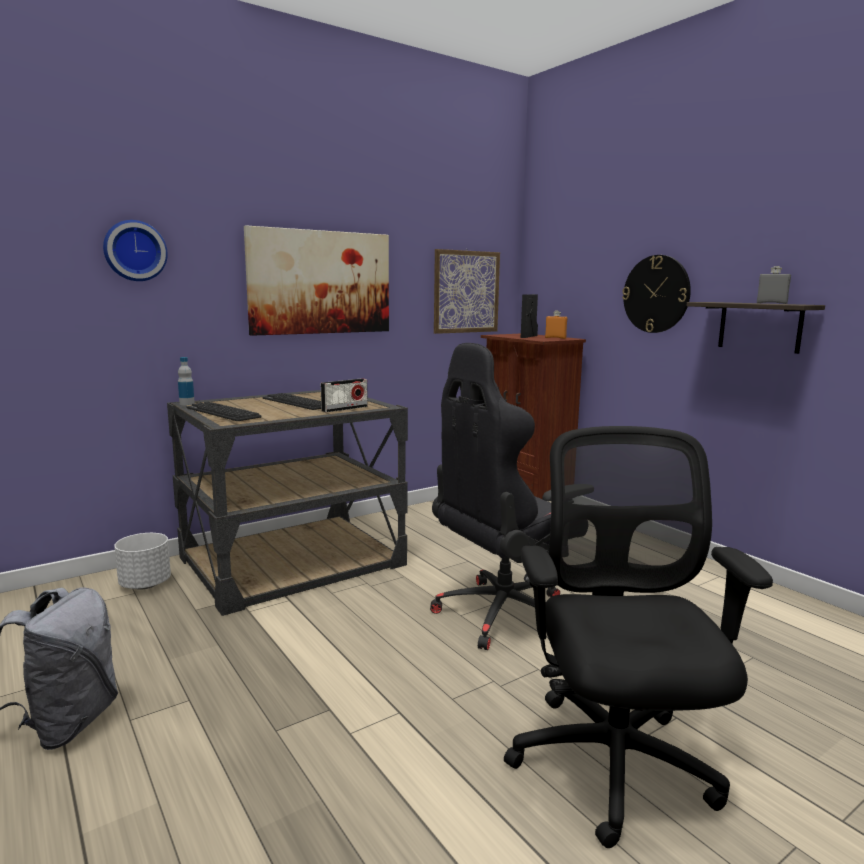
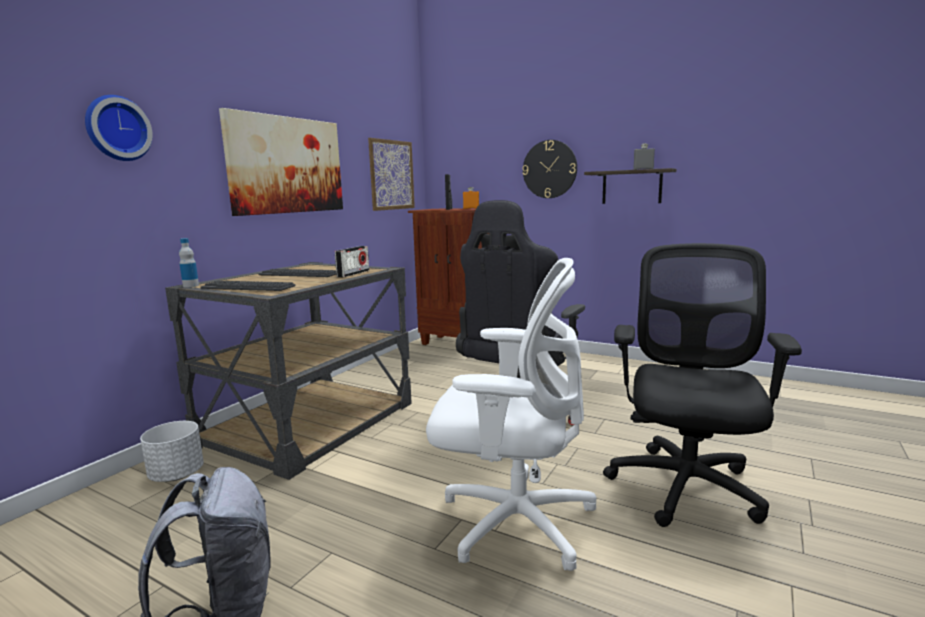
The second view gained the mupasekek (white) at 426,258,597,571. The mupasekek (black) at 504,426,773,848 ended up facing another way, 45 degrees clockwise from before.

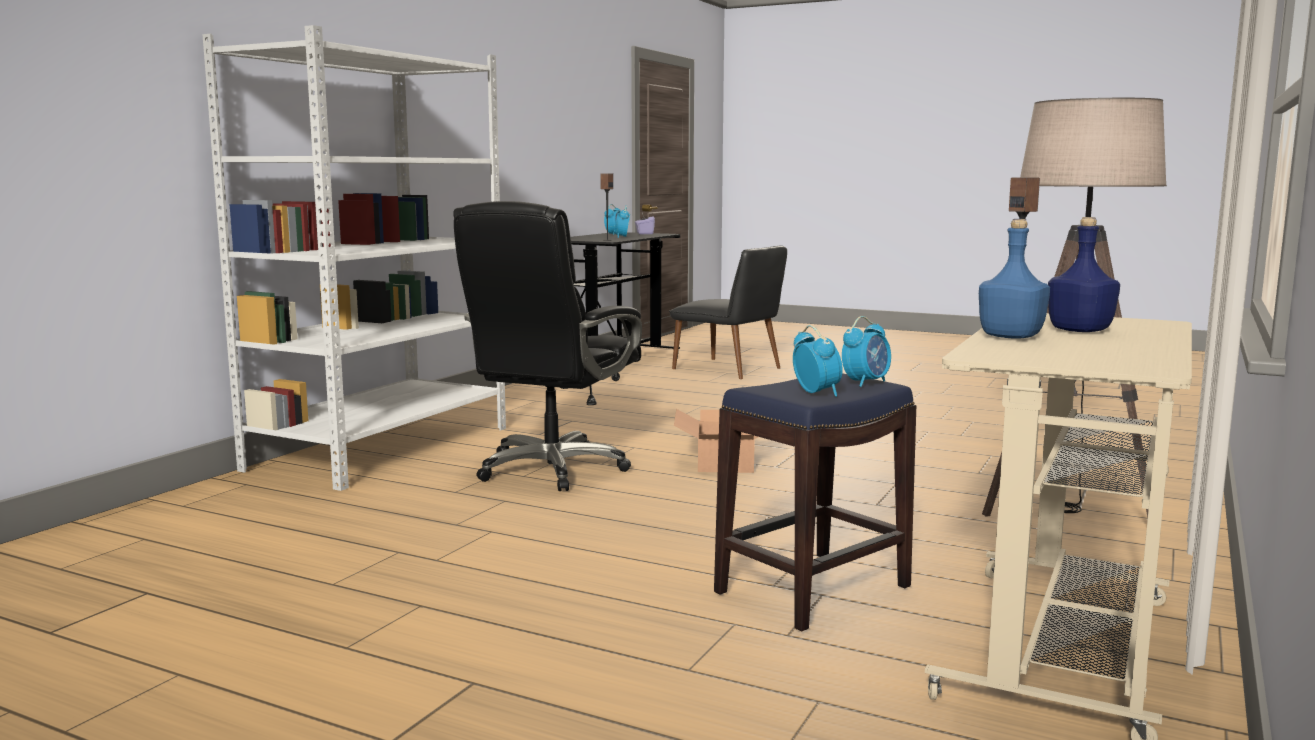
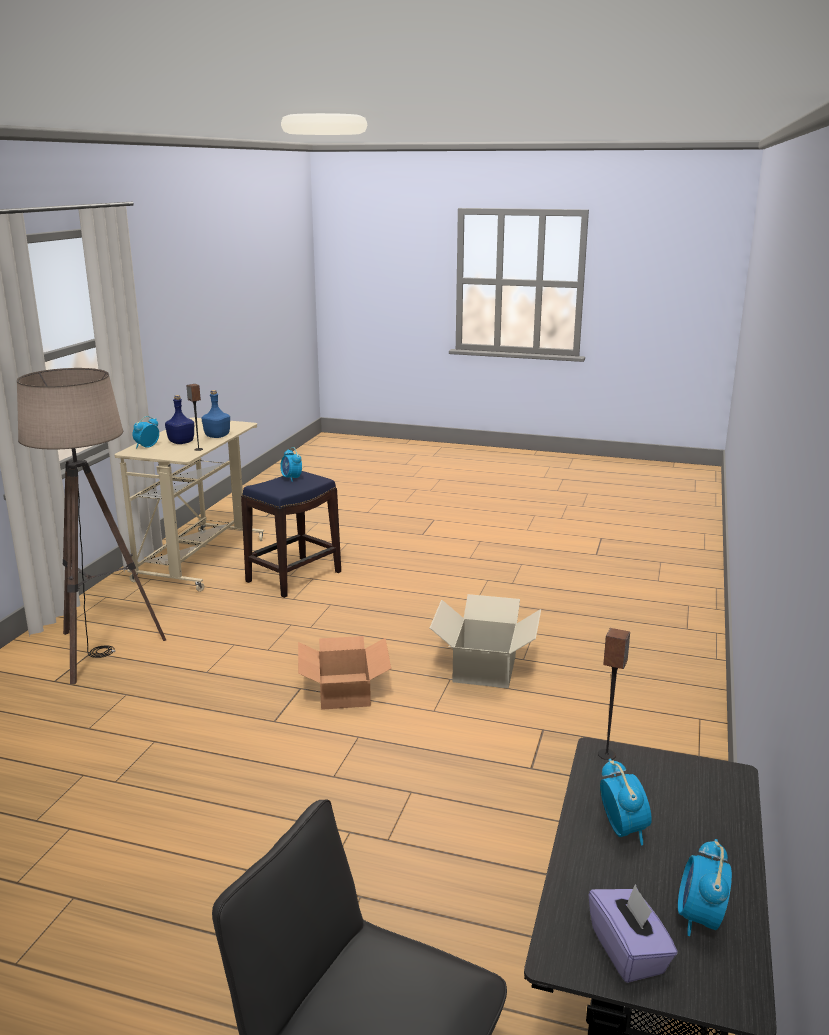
The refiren ended up elsewhere, having gone from 842,316,891,387 to 132,416,159,449. Where the mupasekek (black) stood at 453,201,642,491, the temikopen came to stand at 430,594,541,688. The second view lost the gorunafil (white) at 202,25,506,491.

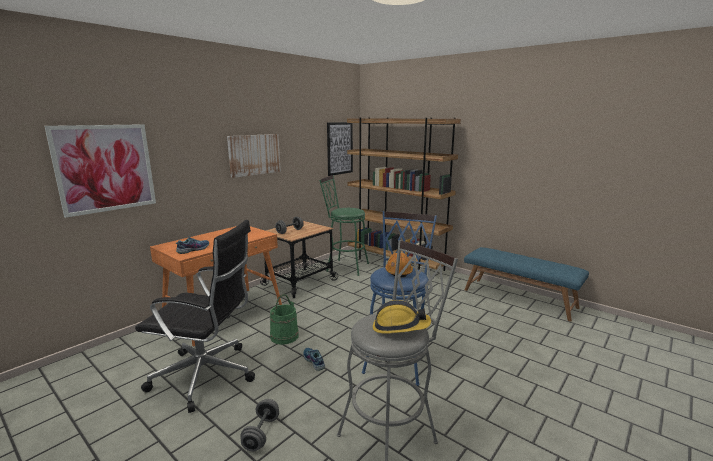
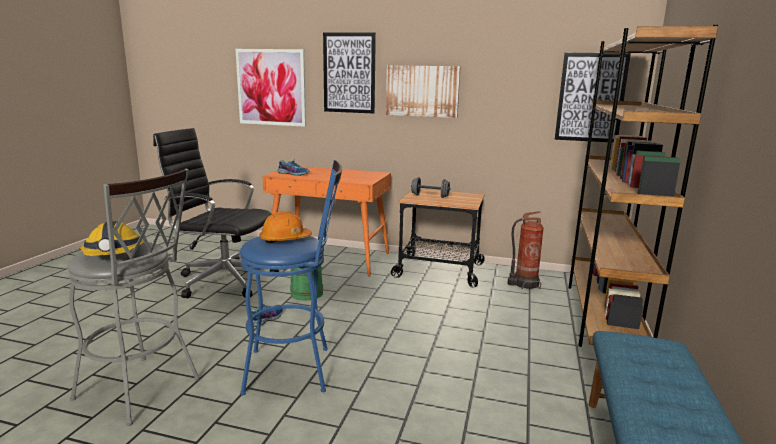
The mupasekek (black) at 135,220,255,413 ended up facing another way, 120 degrees clockwise from before. The second view gained the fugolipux at 323,33,376,114. Where the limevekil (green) stood at 319,175,369,276, the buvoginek came to stand at 507,211,544,289. The second view lost the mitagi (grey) at 240,399,279,452.

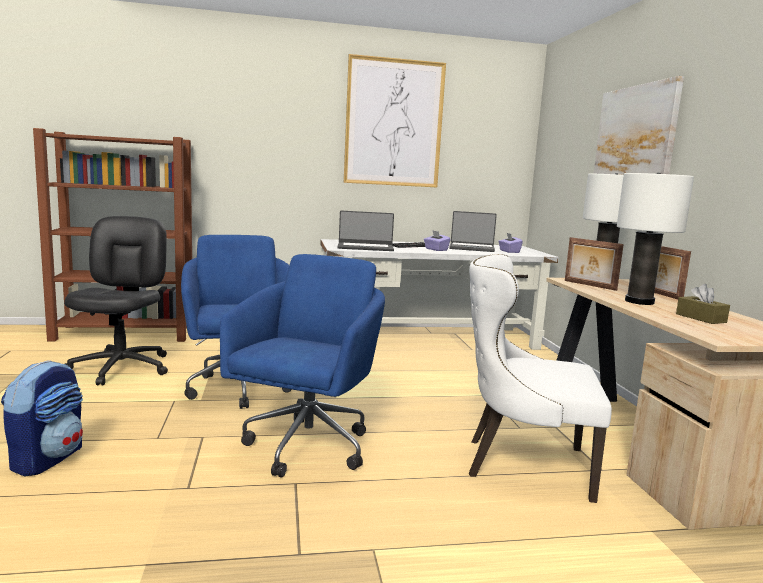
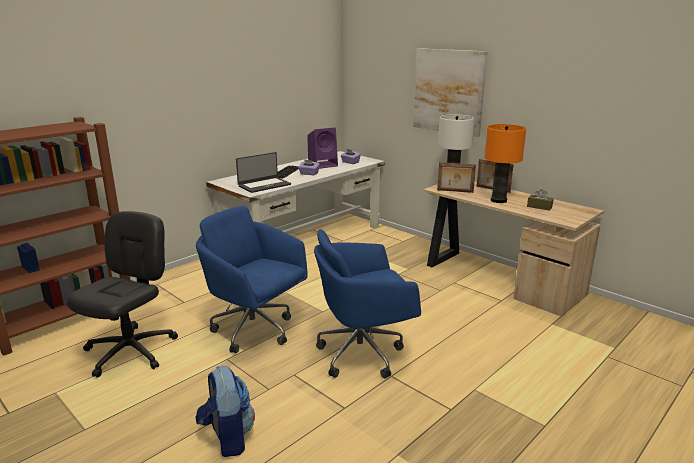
The mupasekek (black) at 64,216,168,386 ended up facing another way, 60 degrees clockwise from before. Where the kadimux stood at 449,211,497,252, the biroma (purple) came to stand at 307,128,338,169. The mupasekek (blue) at 220,254,385,477 ended up facing another way, 90 degrees counterclockwise from before. What was the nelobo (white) at 617,173,694,305 turned into the nelobo (orange) at 484,124,526,203. The second view lost the fugolipux at 344,54,446,187. The second view lost the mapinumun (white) at 469,254,612,503.

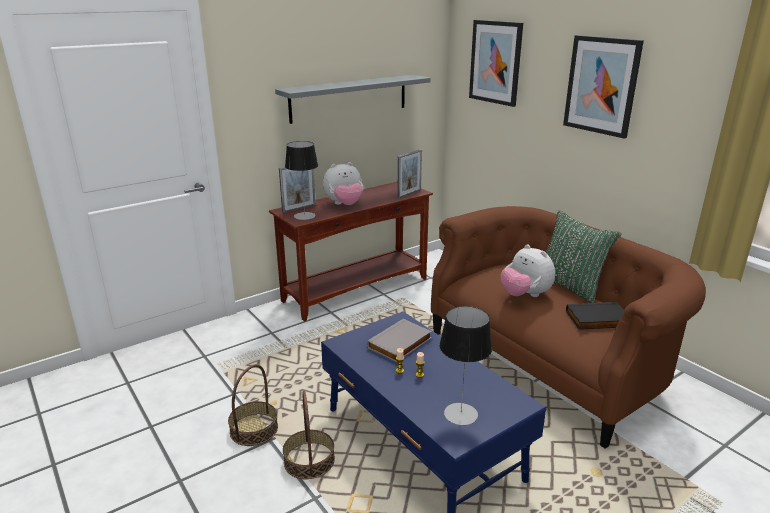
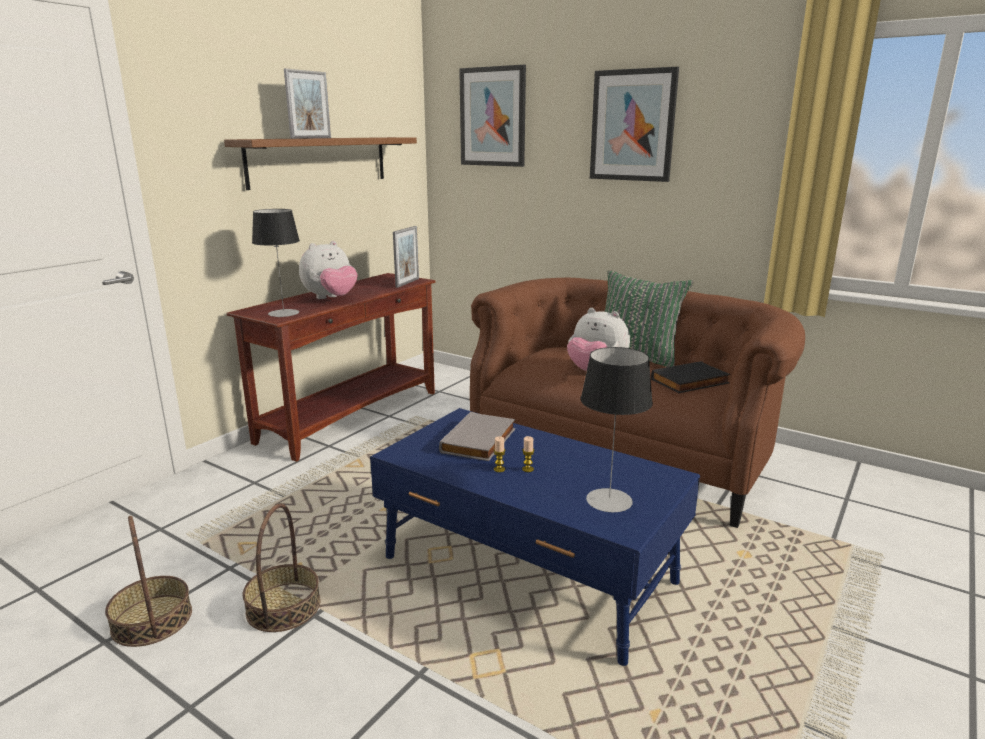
The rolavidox ended up elsewhere, having gone from 283,391,335,480 to 105,516,192,647. What was the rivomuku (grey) at 275,75,431,124 turned into the rivomuku (brown) at 224,137,417,190. The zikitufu ended up elsewhere, having gone from 279,167,316,213 to 284,69,331,139.

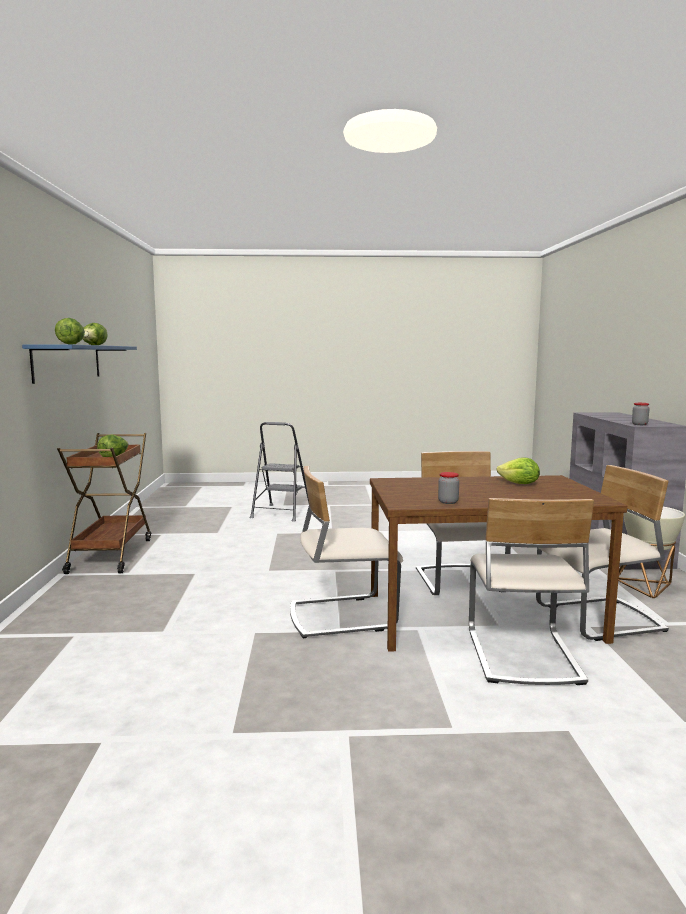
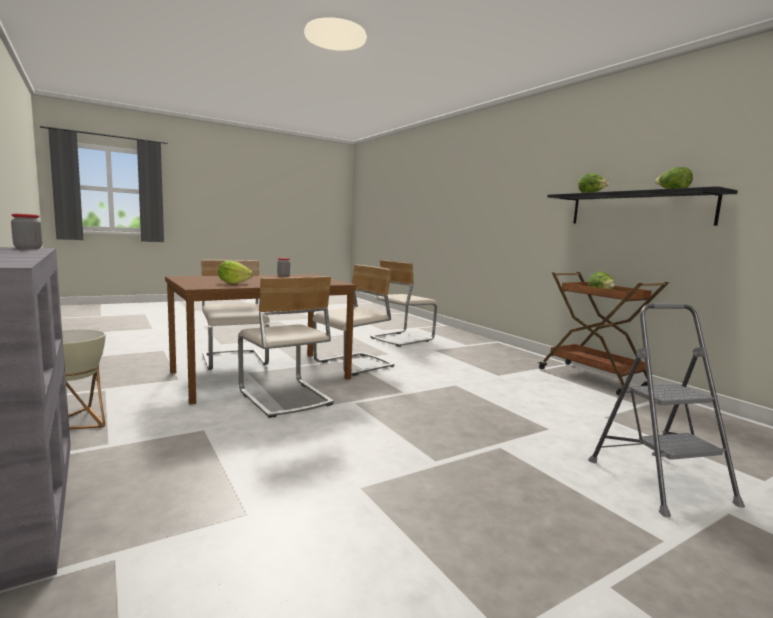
The mapinumun (beige) ended up elsewhere, having gone from 536,465,669,641 to 370,260,438,347. What was the rivomuku (blue) at 22,344,137,384 turned into the rivomuku (black) at 547,186,738,226.

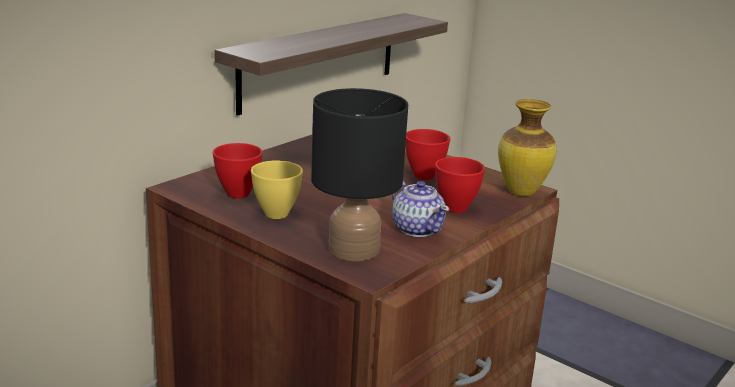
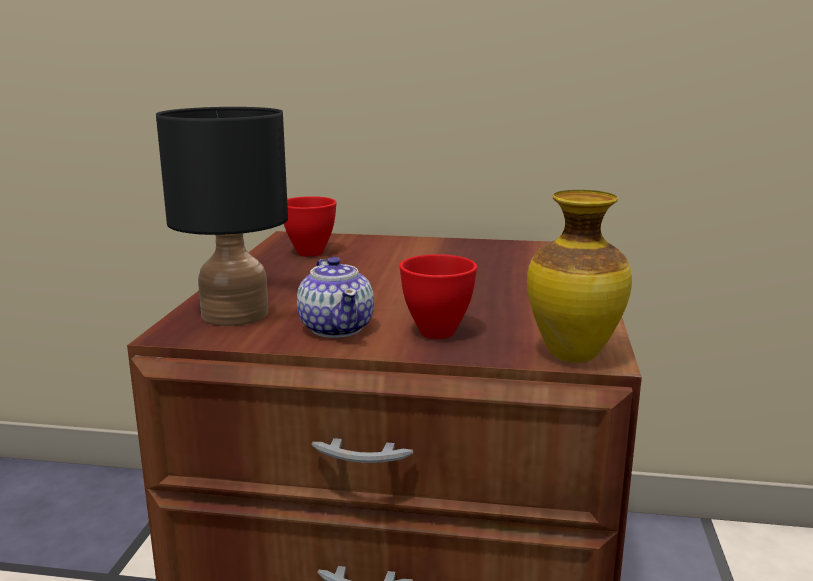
The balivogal at 392,181,450,237 ended up facing another way, 45 degrees counterclockwise from before. The second view lost the rivomuku at 214,13,448,116. The second view lost the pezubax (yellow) at 251,160,303,219. The second view lost the pezubax (red) at 405,129,450,180.

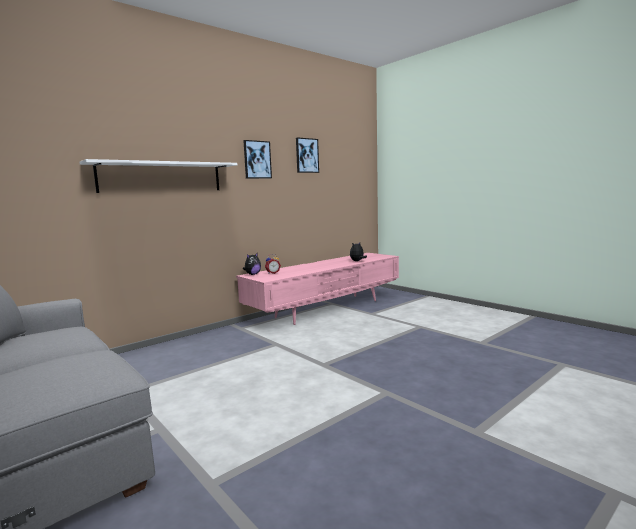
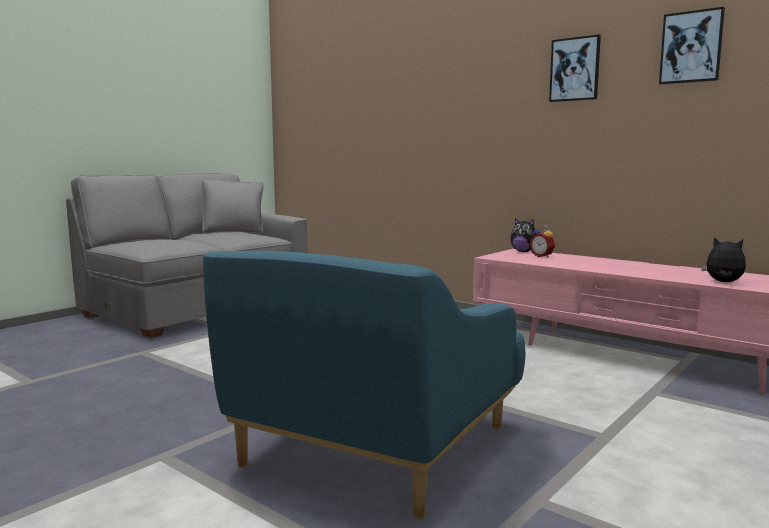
The second view gained the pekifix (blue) at 203,251,525,519. The second view lost the rivomuku (white) at 80,159,237,193.

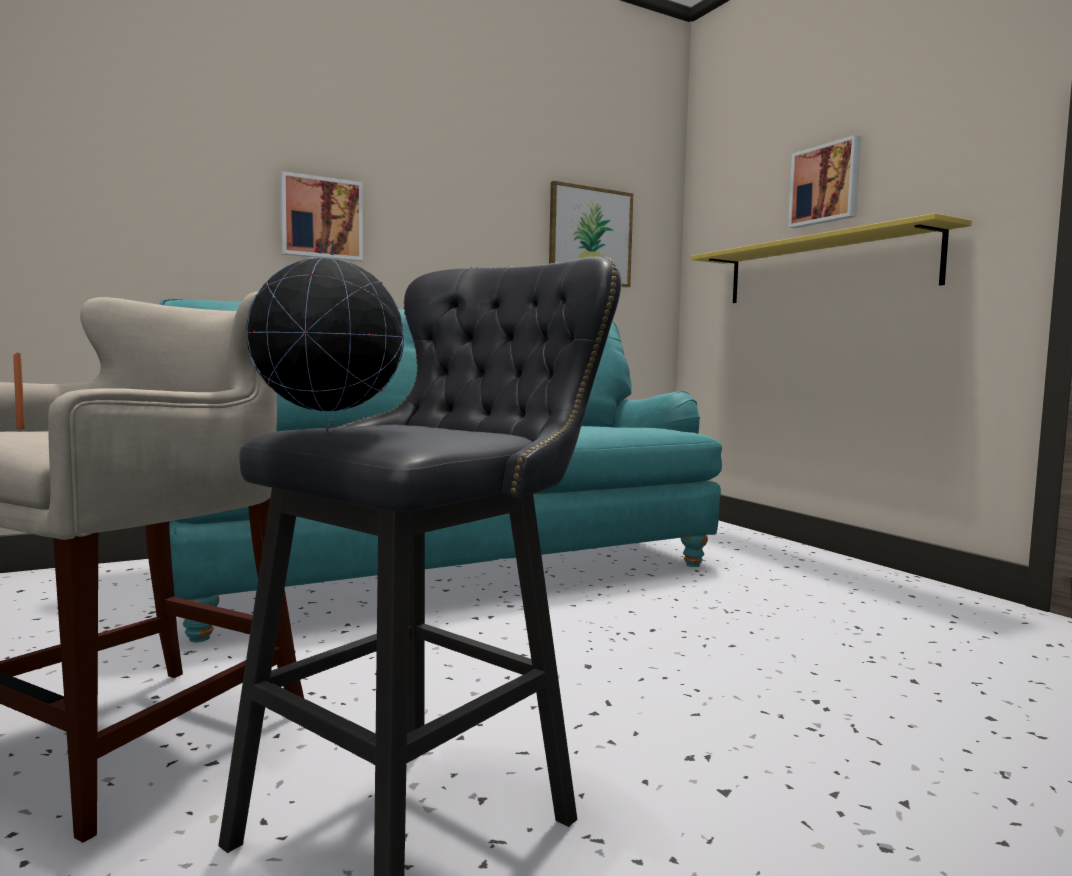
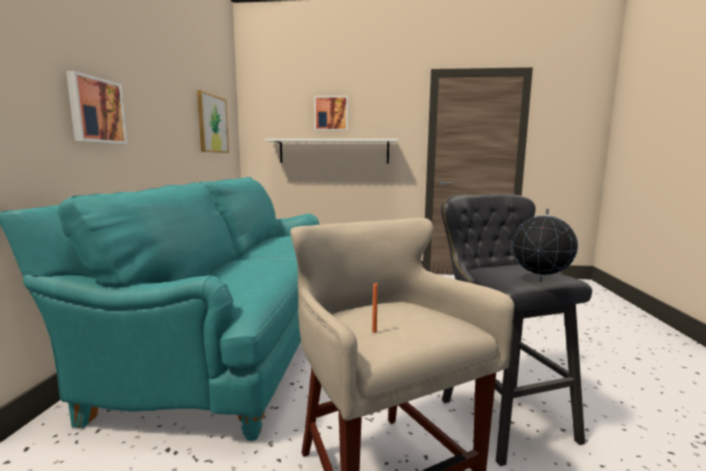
What was the rivomuku (yellow) at 691,213,972,303 turned into the rivomuku (white) at 265,139,398,163.

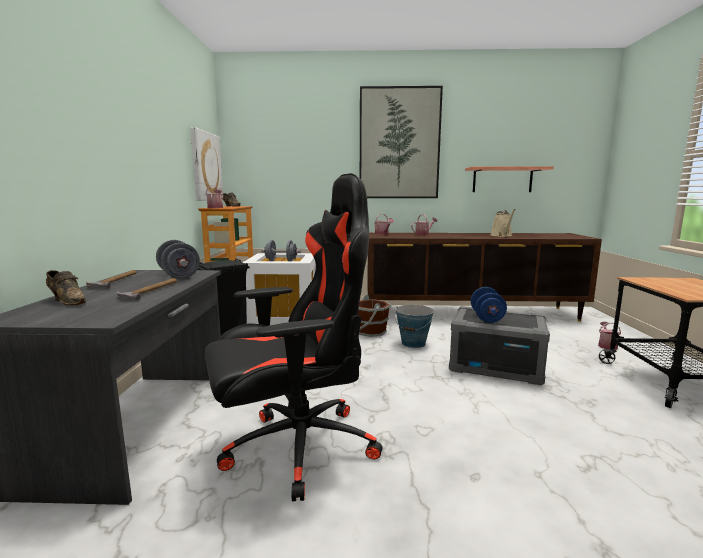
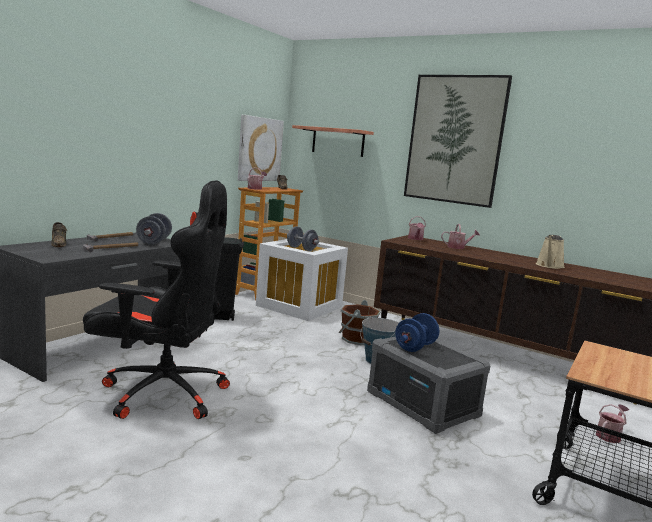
The rivomuku ended up elsewhere, having gone from 465,166,554,192 to 292,125,374,157.

